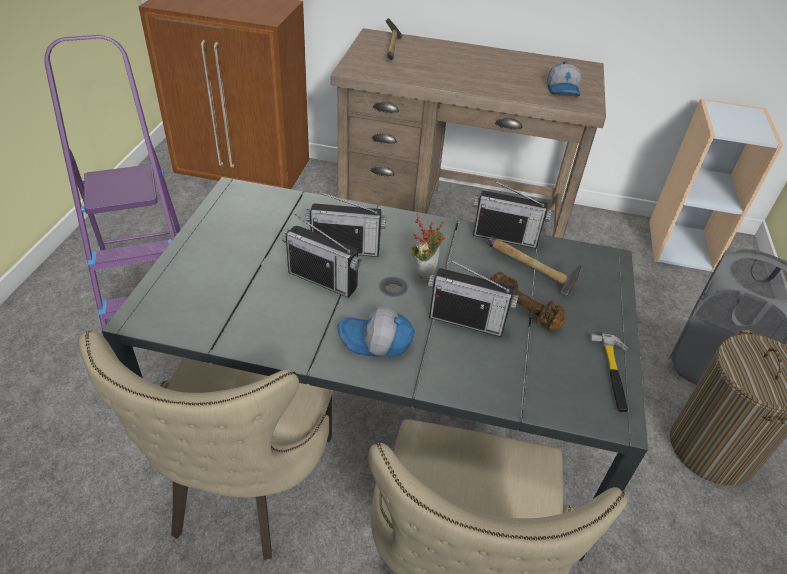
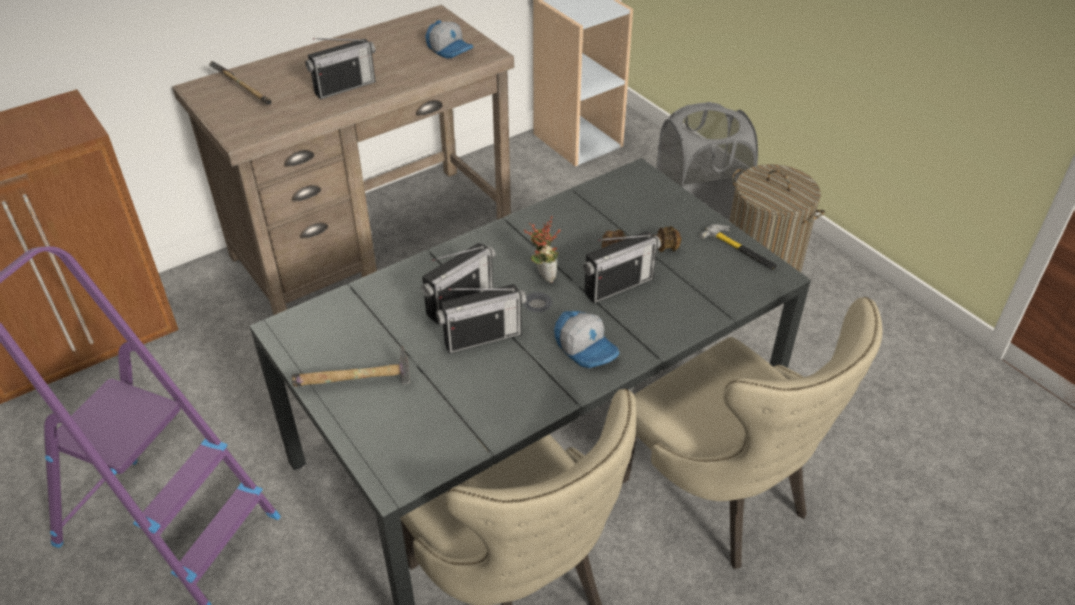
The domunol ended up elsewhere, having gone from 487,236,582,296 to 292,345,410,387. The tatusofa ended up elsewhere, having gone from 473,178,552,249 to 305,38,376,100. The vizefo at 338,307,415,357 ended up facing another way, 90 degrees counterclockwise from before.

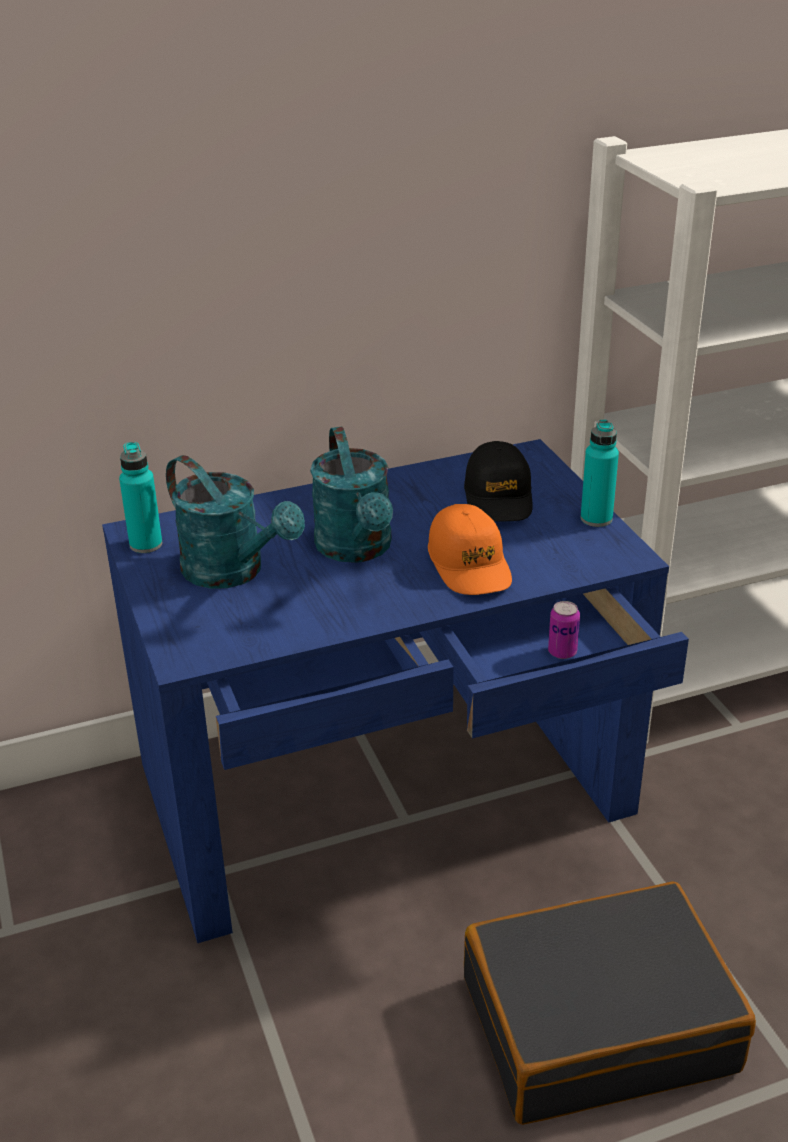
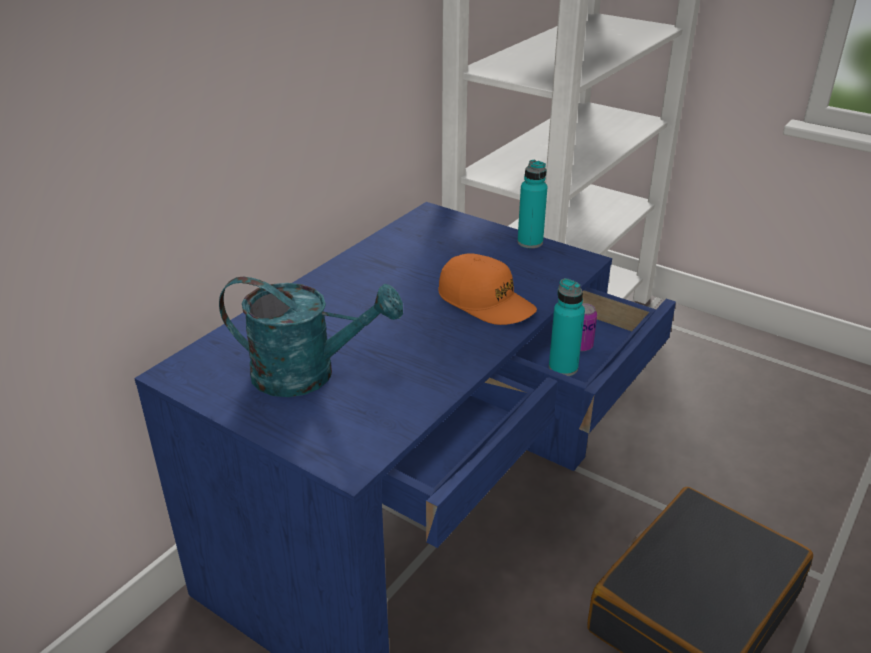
The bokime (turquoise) ended up elsewhere, having gone from 119,442,162,553 to 549,278,585,376. The second view lost the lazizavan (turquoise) at 310,427,393,563. The second view lost the vizefo (black) at 464,441,533,522.

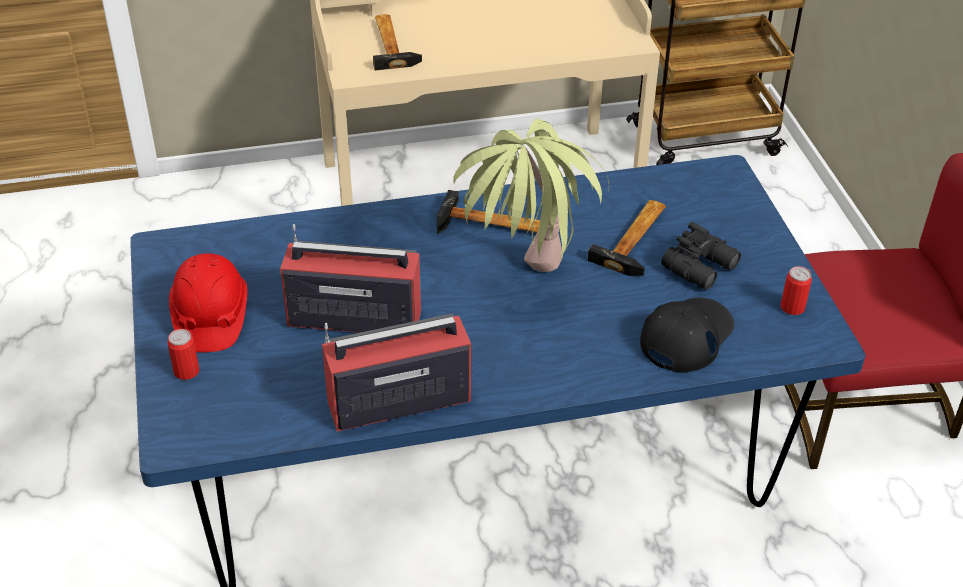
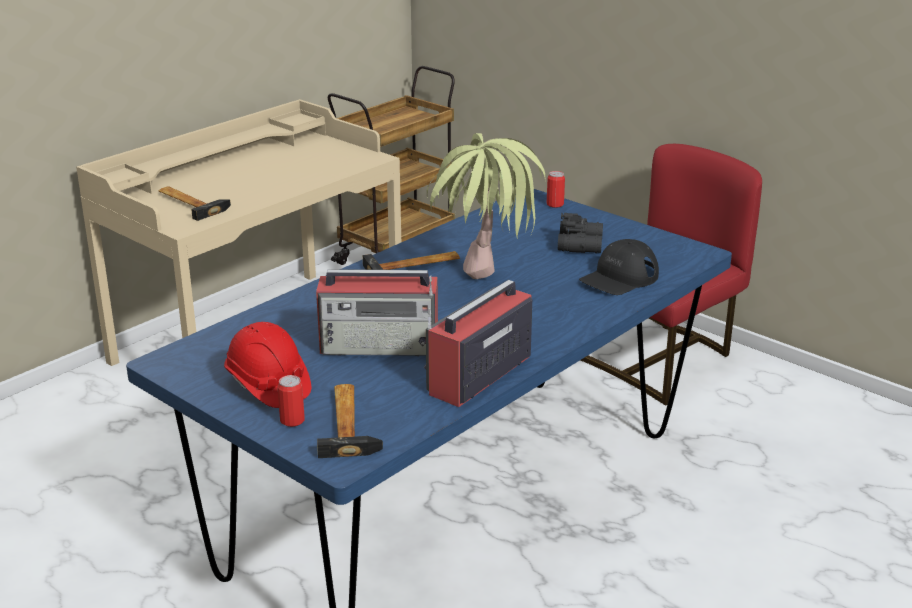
The tatusofa at 280,224,421,333 ended up facing another way, 150 degrees counterclockwise from before. The domunol ended up elsewhere, having gone from 588,200,666,276 to 317,384,383,458. The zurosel ended up elsewhere, having gone from 781,266,812,315 to 547,171,565,208. The vizefo (black) at 640,298,734,372 ended up facing another way, 135 degrees counterclockwise from before.

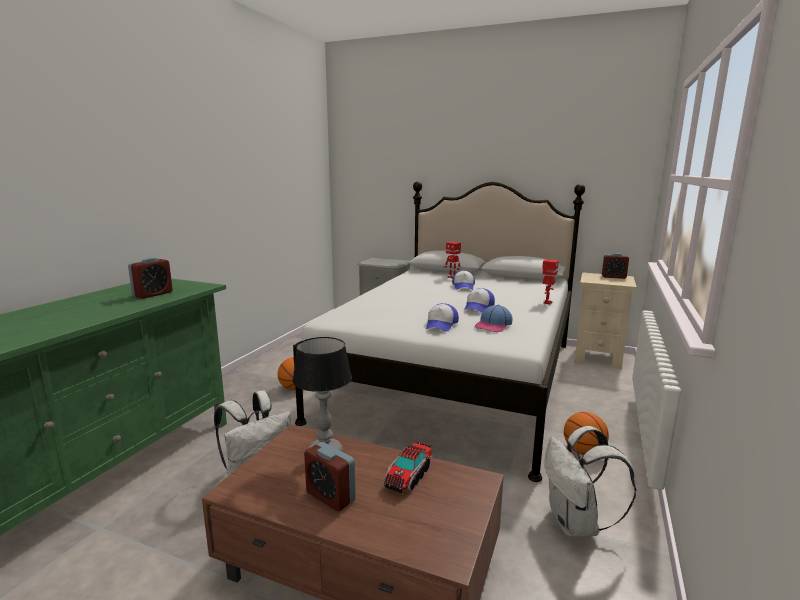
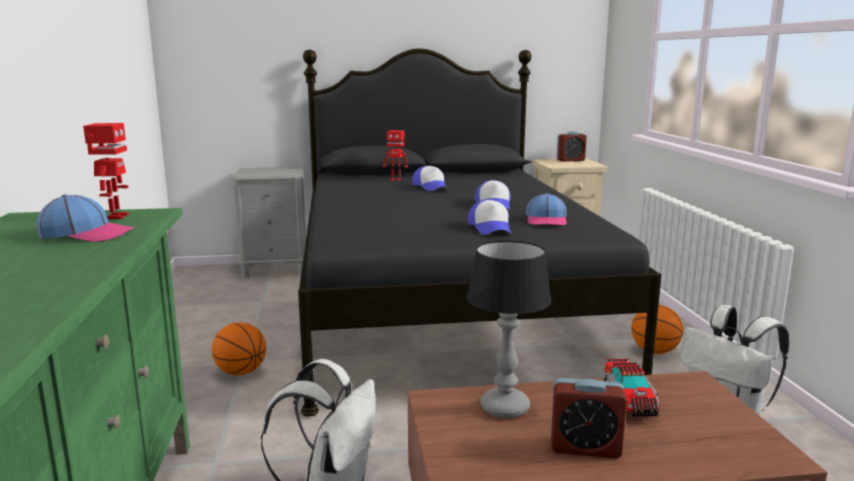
Where the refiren stood at 128,257,173,299, the vizefo came to stand at 36,194,135,242. The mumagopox ended up elsewhere, having gone from 542,259,559,305 to 83,123,129,219. What was the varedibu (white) at 293,182,585,482 turned into the varedibu (black) at 298,48,662,416.

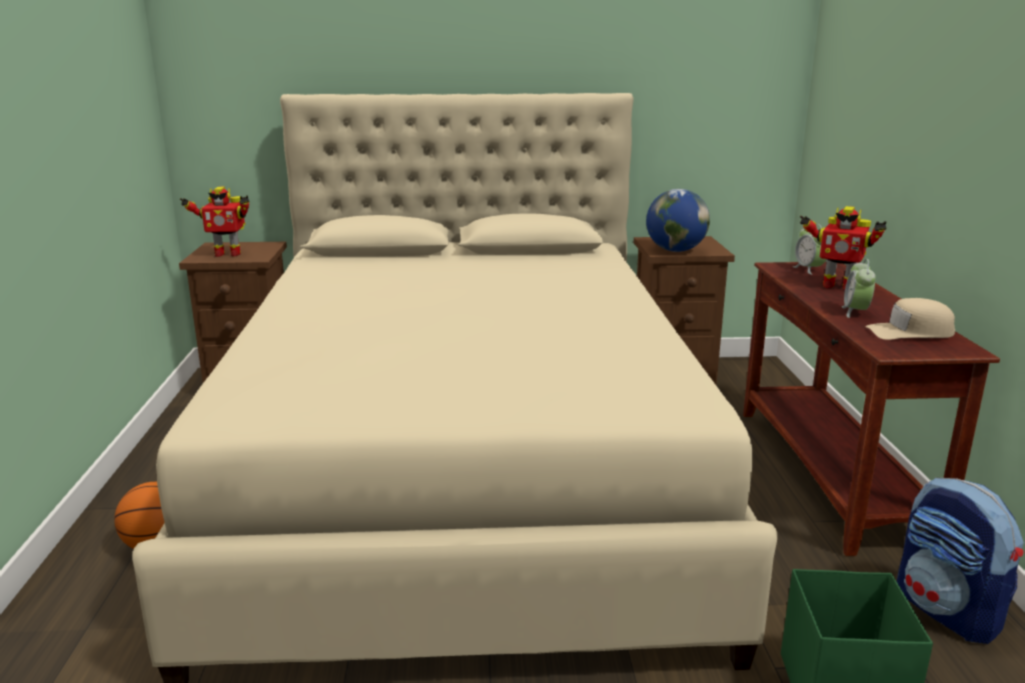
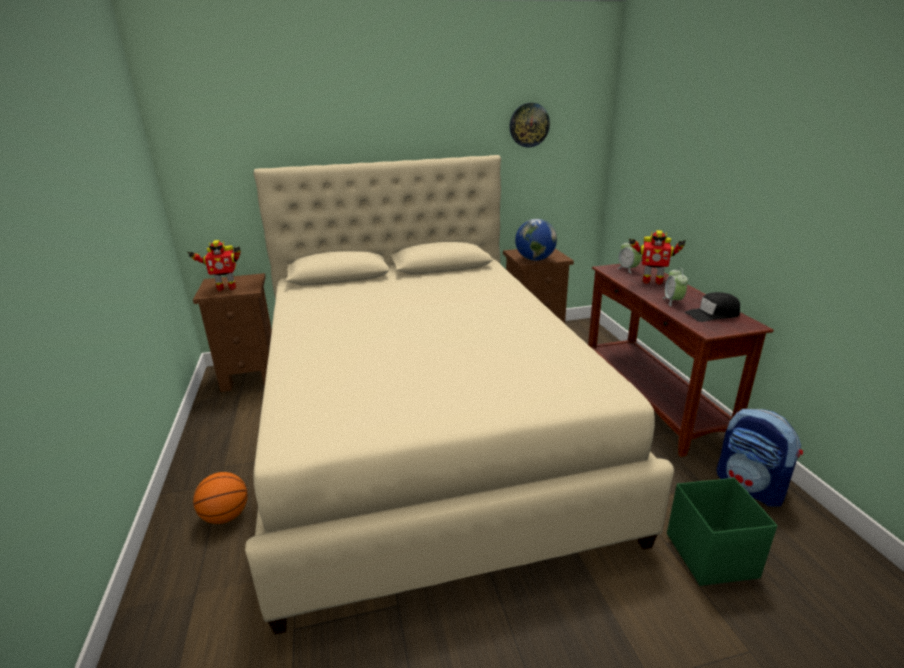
The second view gained the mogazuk at 510,103,550,148. What was the vizefo (beige) at 865,298,955,340 turned into the vizefo (black) at 685,292,740,322.

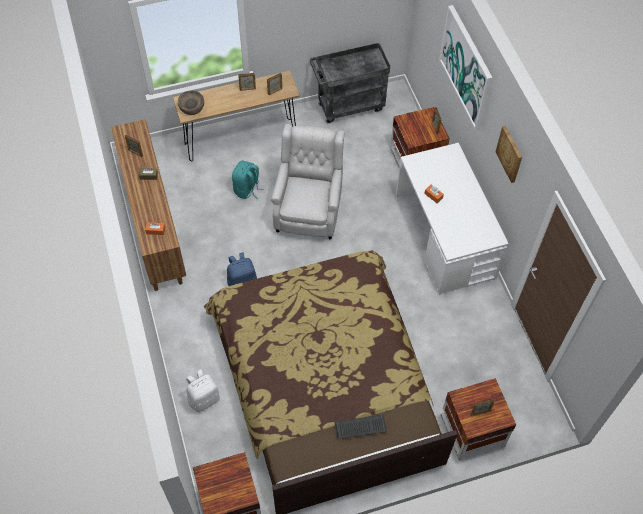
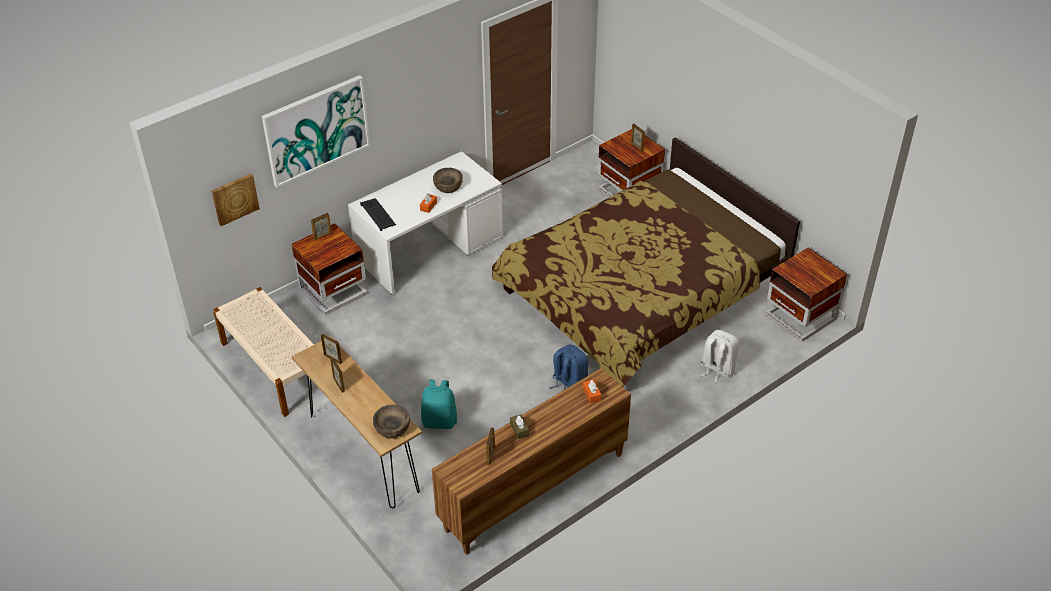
The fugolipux ended up elsewhere, having gone from 496,126,522,183 to 212,174,260,226. Where the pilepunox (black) stood at 310,43,390,123, the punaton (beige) came to stand at 213,287,314,417. The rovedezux ended up elsewhere, having gone from 335,414,387,439 to 360,198,396,231. The second view gained the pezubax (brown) at 433,168,463,193. The second view lost the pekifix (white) at 271,124,345,239.

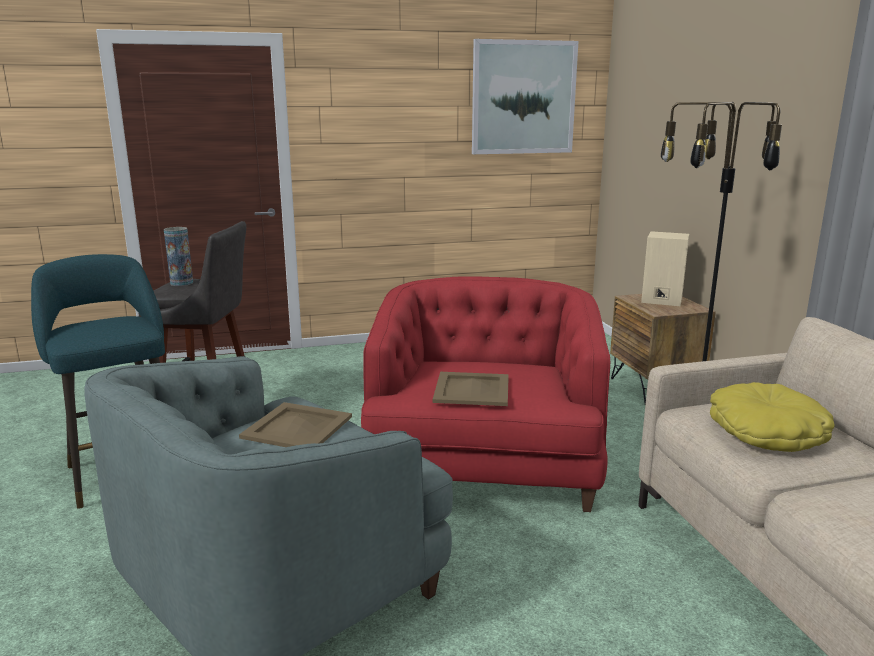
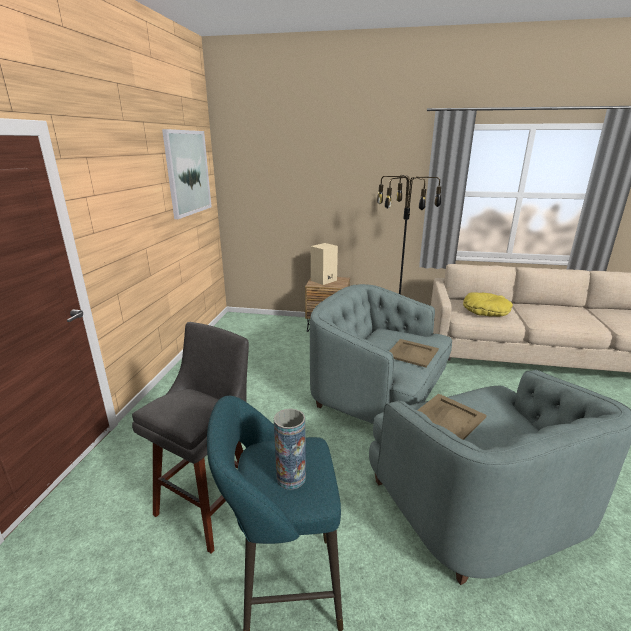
The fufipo ended up elsewhere, having gone from 164,227,193,286 to 274,409,306,490. What was the pekifix (red) at 361,276,610,512 turned into the pekifix (grey) at 310,284,452,424.

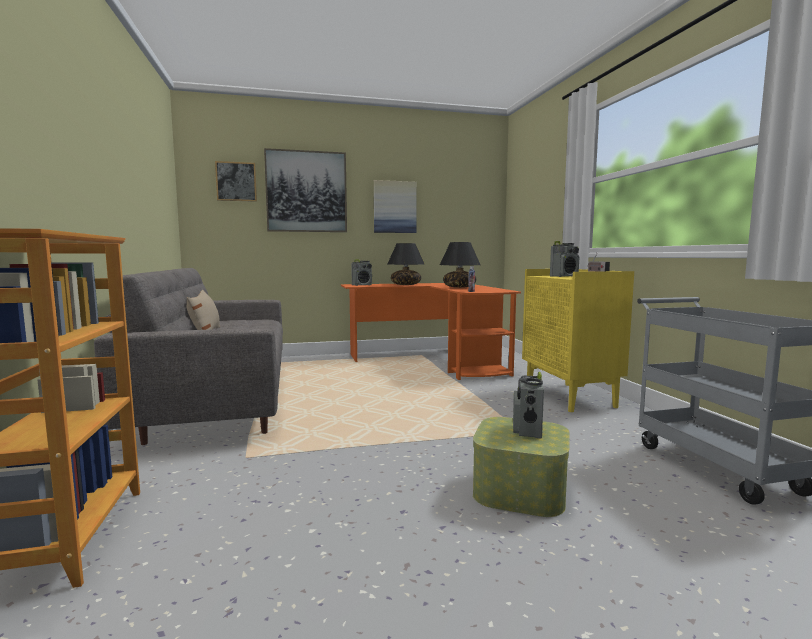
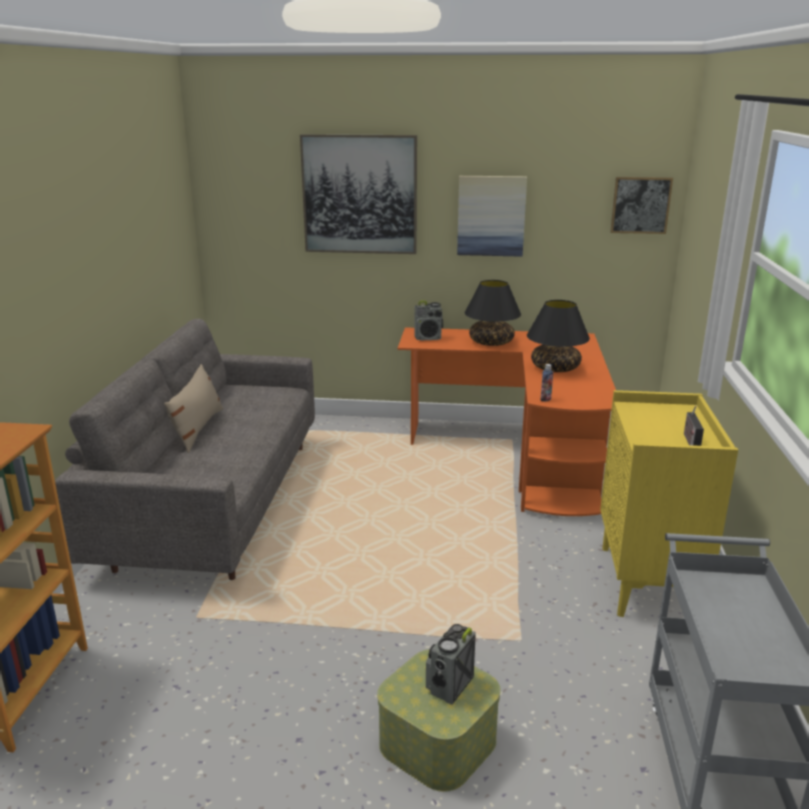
The fugolipux ended up elsewhere, having gone from 215,161,257,202 to 610,177,673,234. The second view lost the tatusofa at 550,241,579,277.

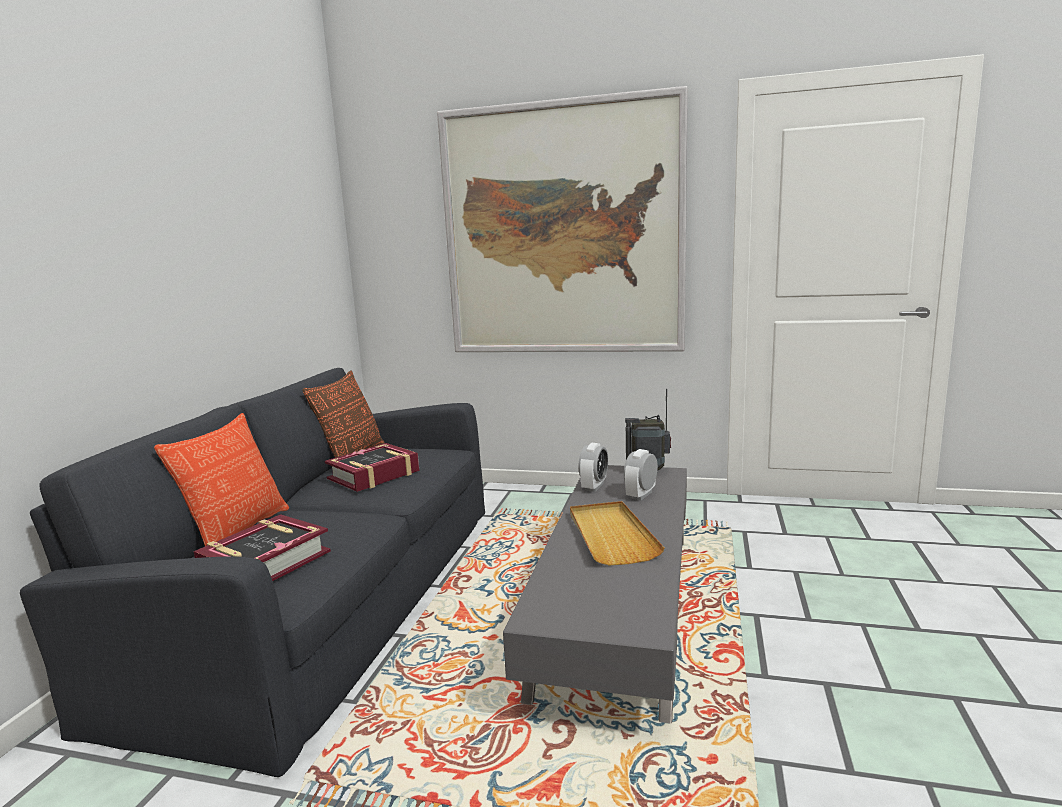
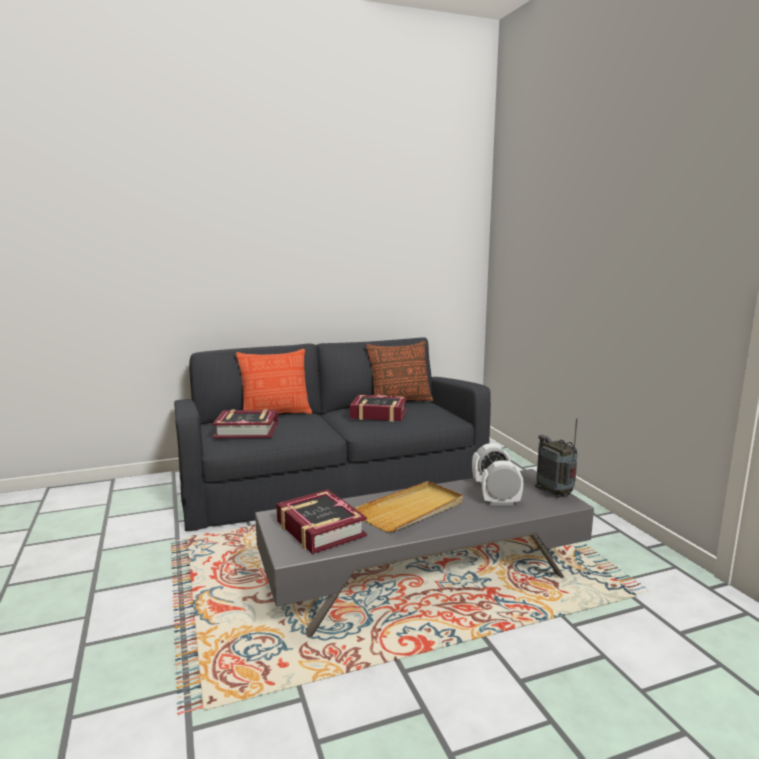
The second view gained the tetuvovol at 276,489,367,554. The second view lost the fugolipux at 437,86,688,352.

